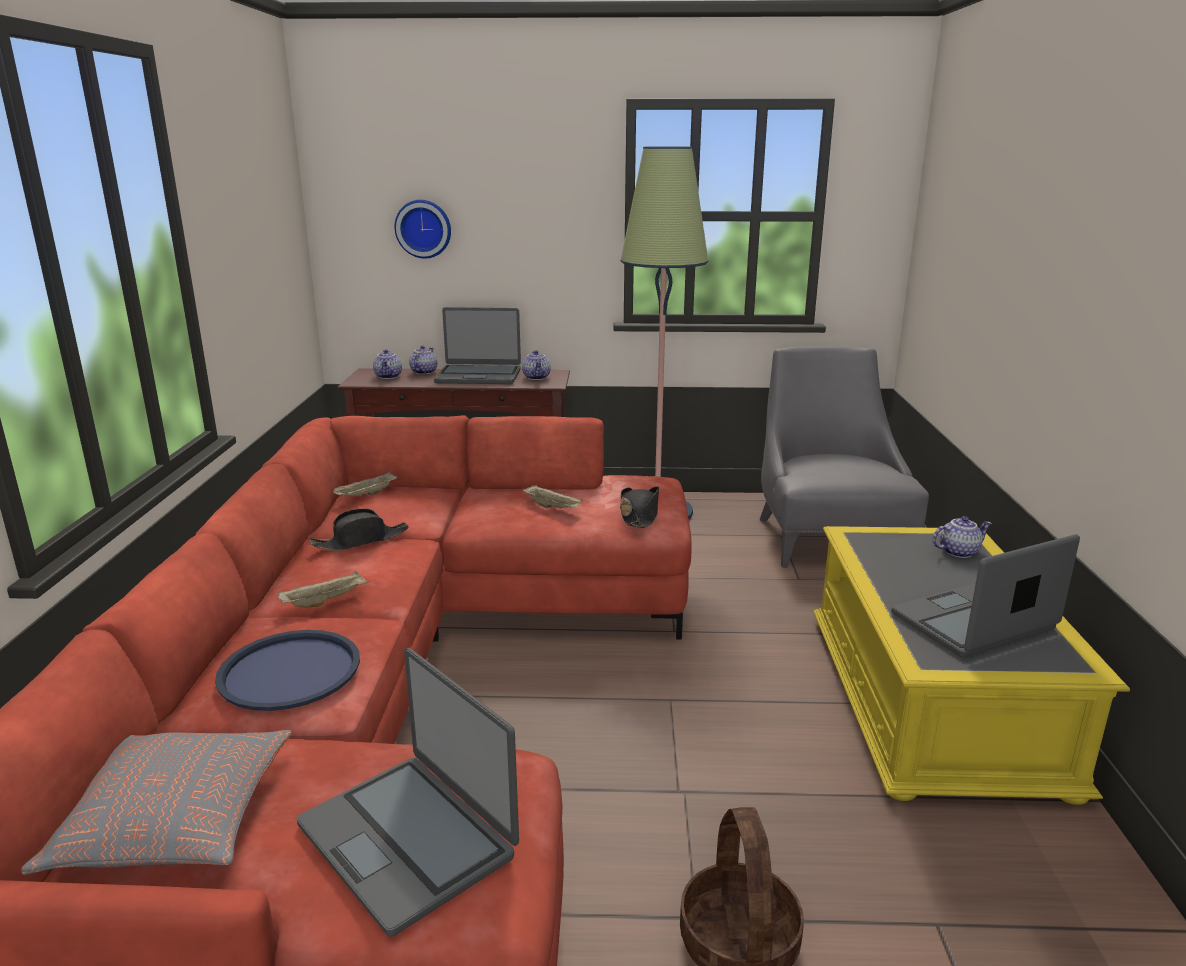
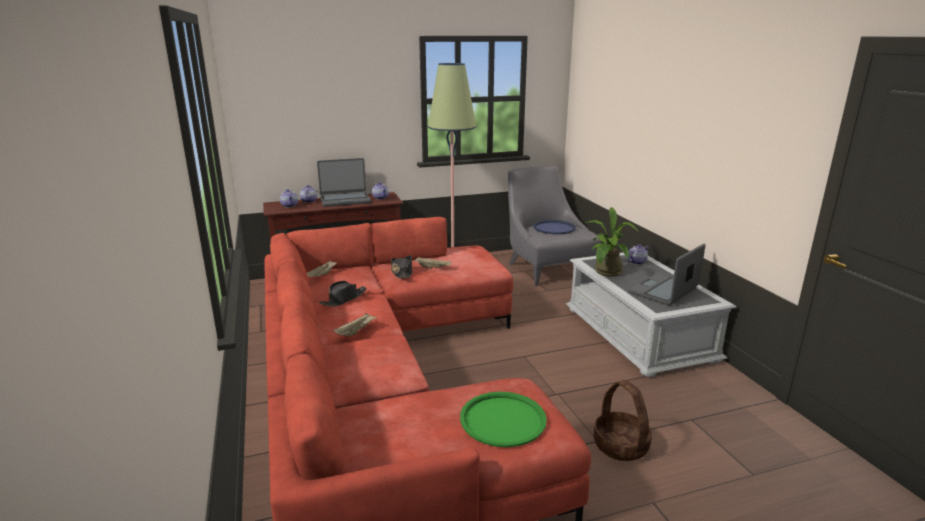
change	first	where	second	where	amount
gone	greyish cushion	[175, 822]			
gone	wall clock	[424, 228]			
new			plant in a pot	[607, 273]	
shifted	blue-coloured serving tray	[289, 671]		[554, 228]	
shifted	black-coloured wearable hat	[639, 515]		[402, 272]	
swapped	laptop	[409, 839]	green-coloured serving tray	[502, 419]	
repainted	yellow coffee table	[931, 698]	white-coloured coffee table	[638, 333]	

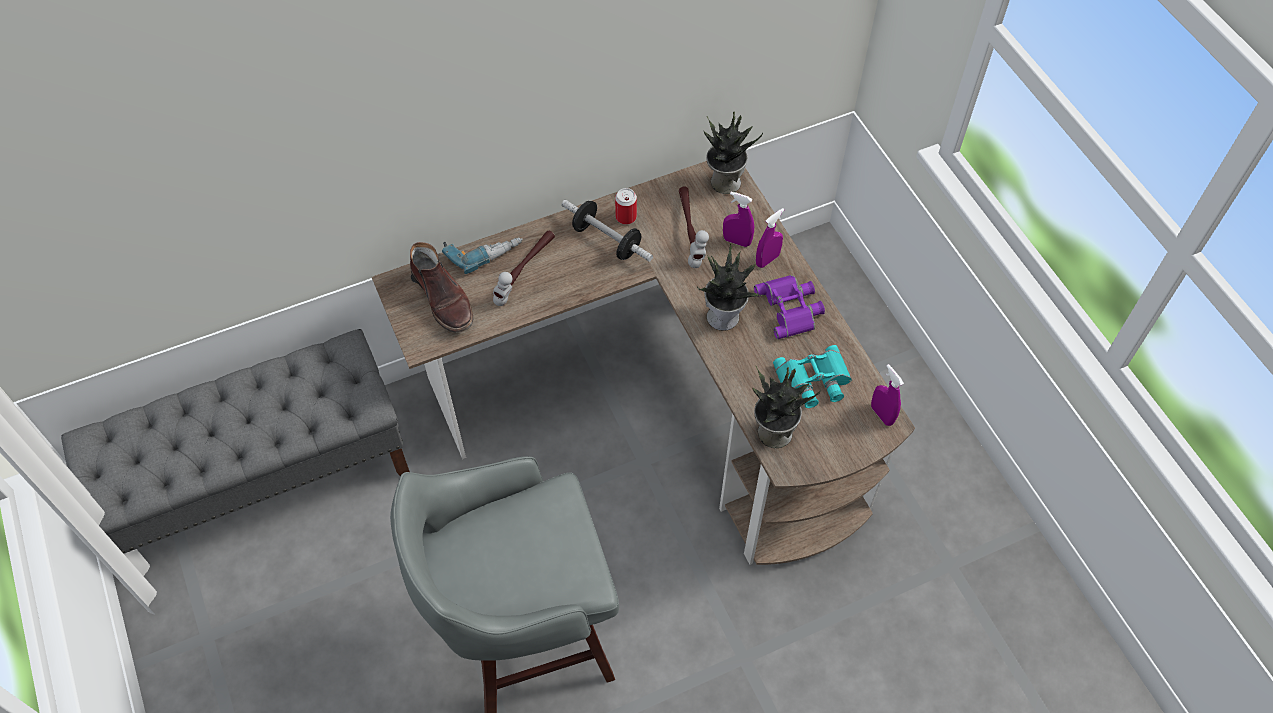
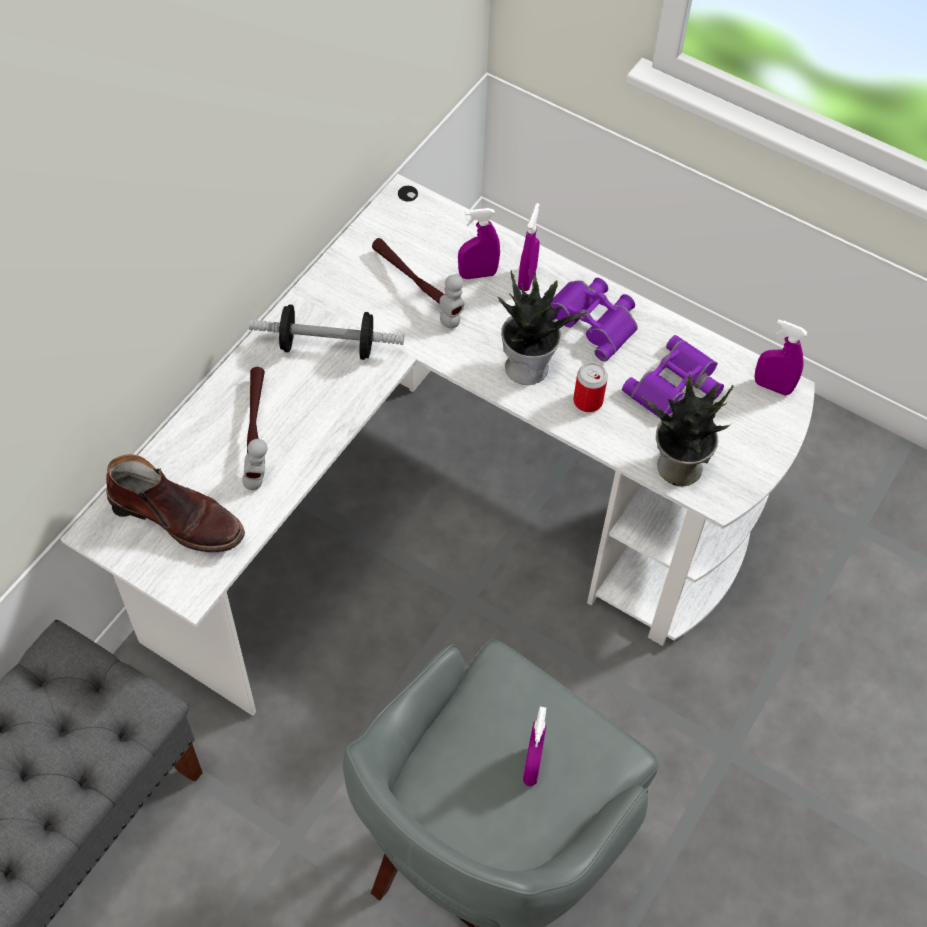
change	first	where	second	where	amount
gone	electric drill	[483, 250]			
gone	plant in a pot	[724, 182]			
new			purple hand sprayer	[532, 765]	
shifted	can	[626, 217]		[588, 401]	
repainted	brownish desk unit	[665, 403]	white-coloured desk unit	[445, 518]	
repainted	turquoise-coloured pair of binoculars	[813, 381]	purple pair of binoculars	[677, 388]	

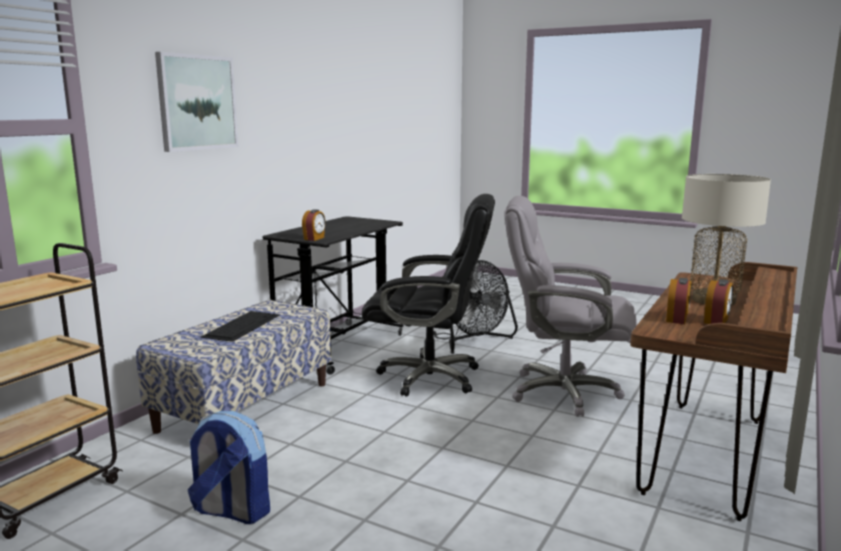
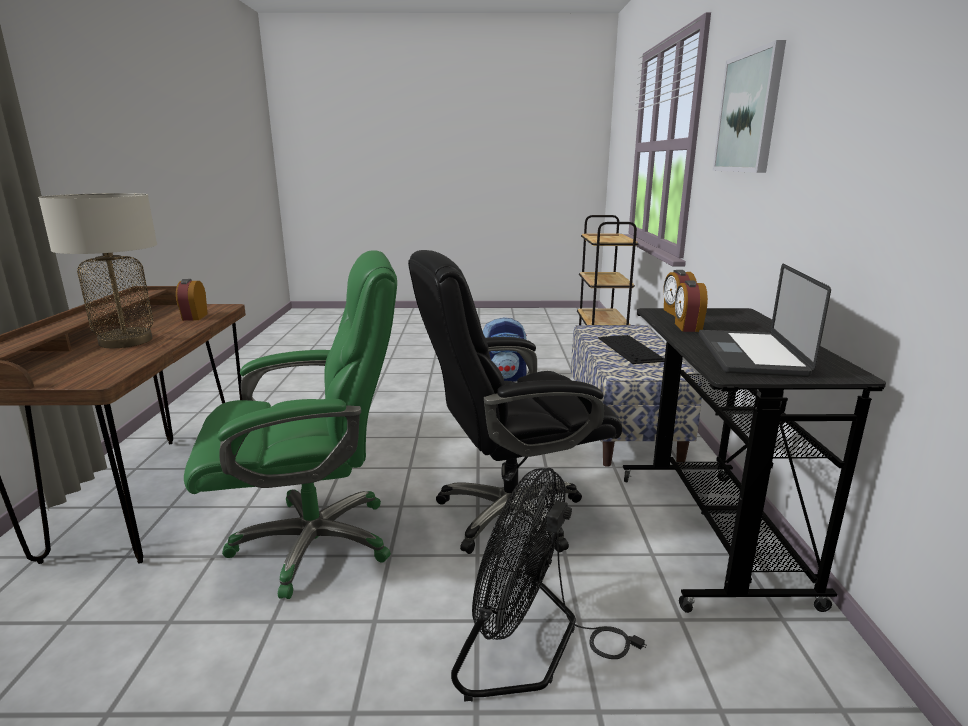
change	first	where	second	where	amount
new			laptop	[750, 355]	
shifted	alarm clock	[716, 321]		[687, 327]	
repainted	greyish computer chair	[566, 392]	green-coloured computer chair	[310, 542]	

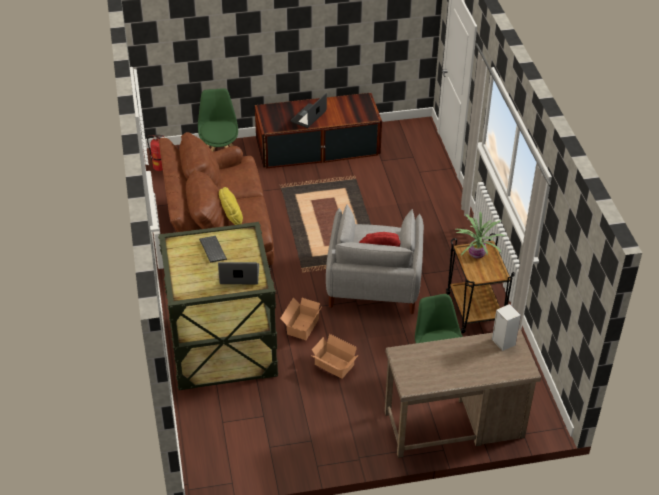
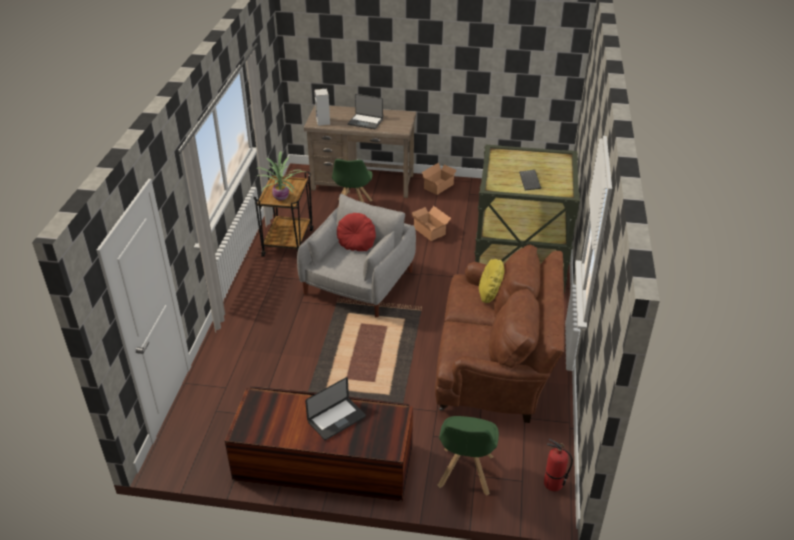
change	first	where	second	where	amount
shifted	laptop	[239, 275]		[365, 122]	
shifted	cardboard box	[301, 326]		[440, 186]	

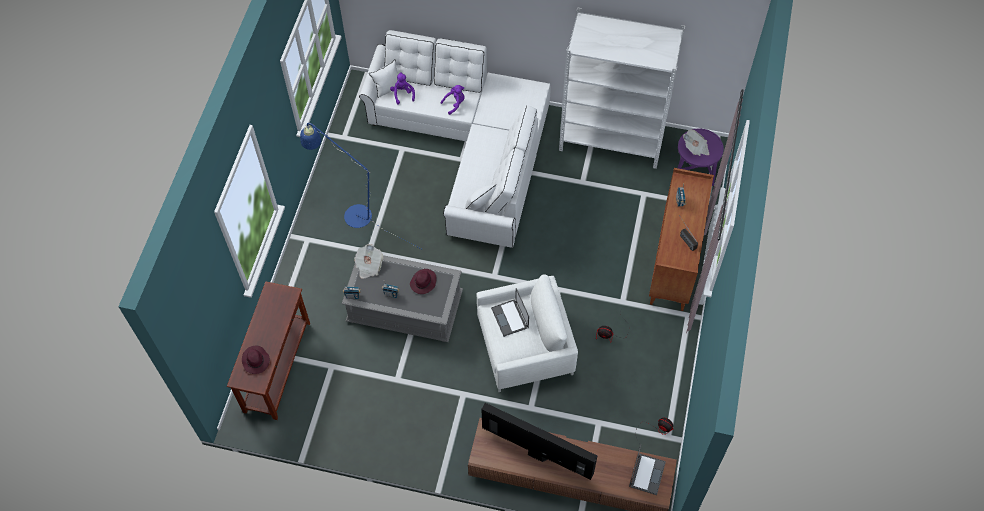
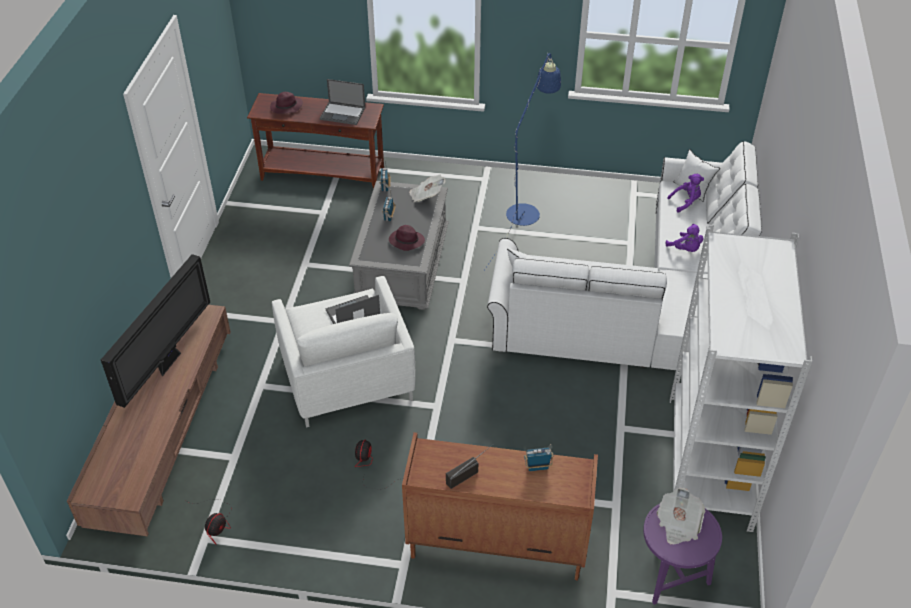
change	first	where	second	where	amount
shifted	laptop	[647, 473]		[343, 113]	

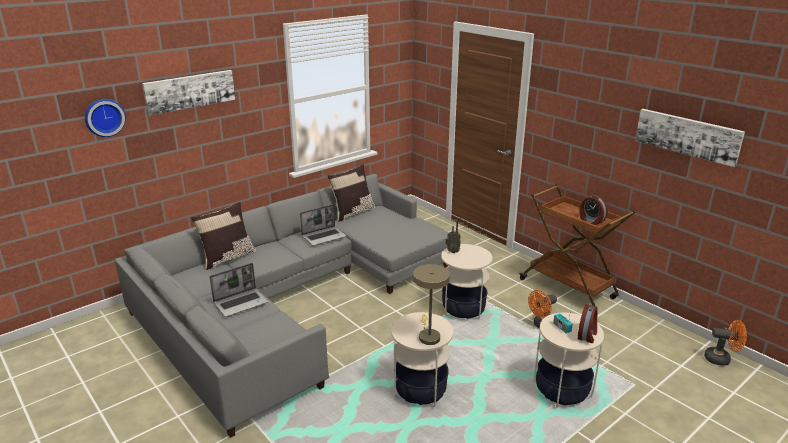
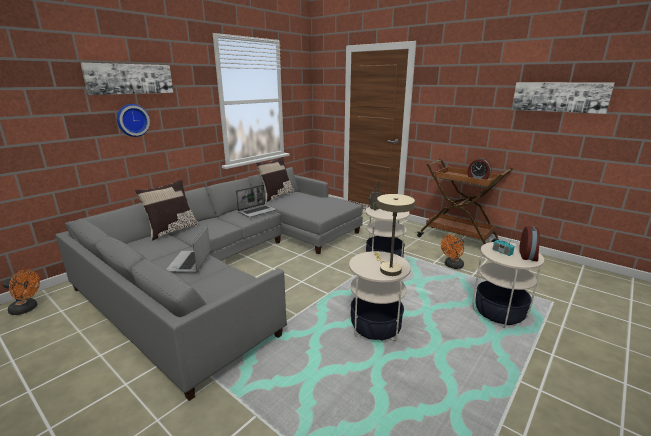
change	first	where	second	where	amount
shifted	wall clock	[104, 117]		[132, 120]	
shifted	orange-coloured cooling fan	[721, 359]		[27, 309]	
rotated	laptop	[241, 303]		[190, 262]	135 degrees clockwise

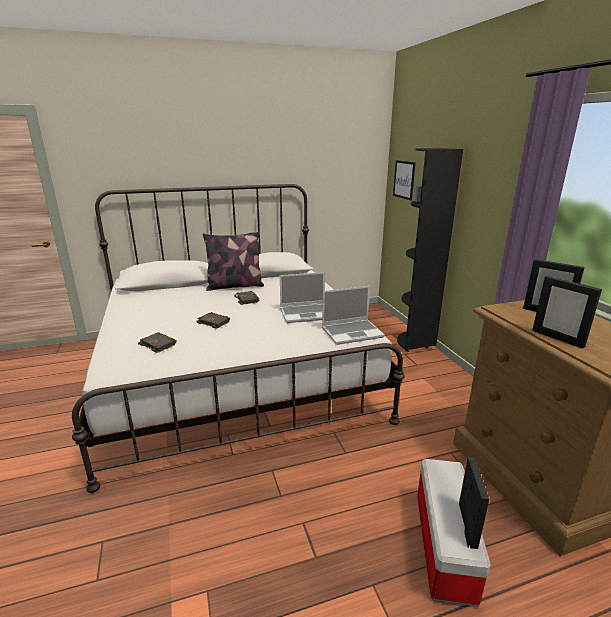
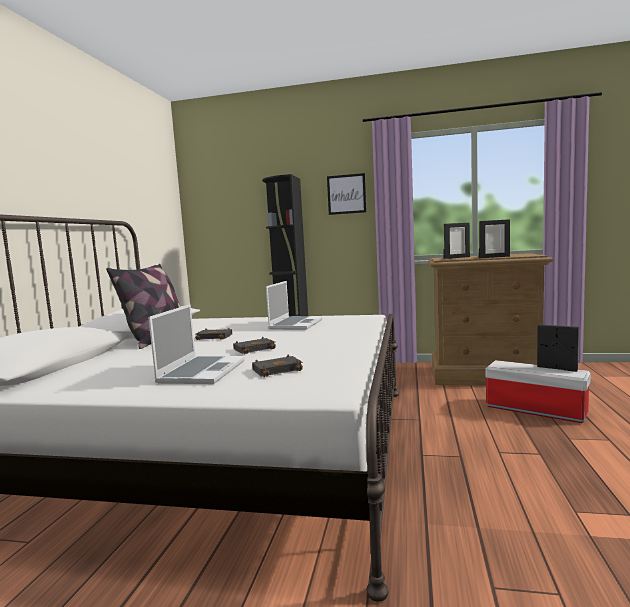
change	first	where	second	where	amount
shifted	laptop	[352, 332]		[202, 371]	
shifted	picture	[404, 179]		[346, 194]	

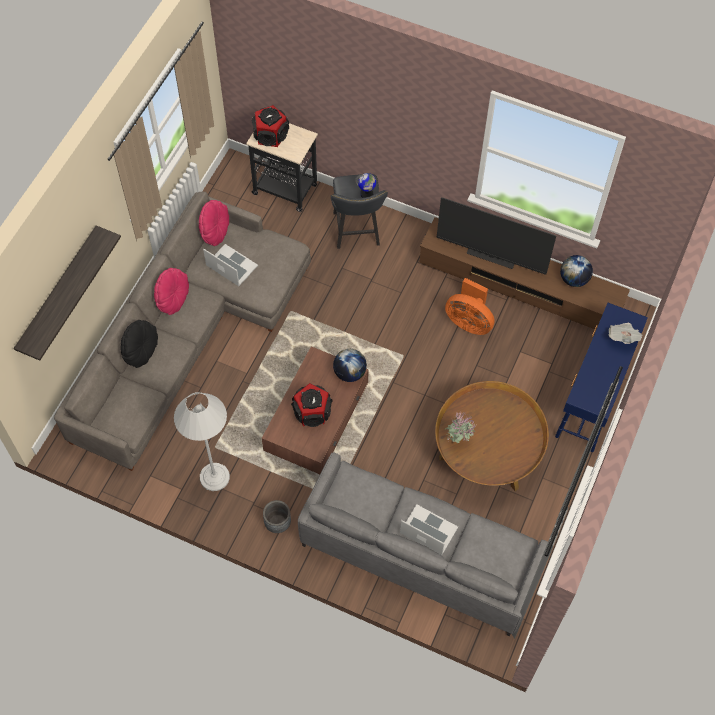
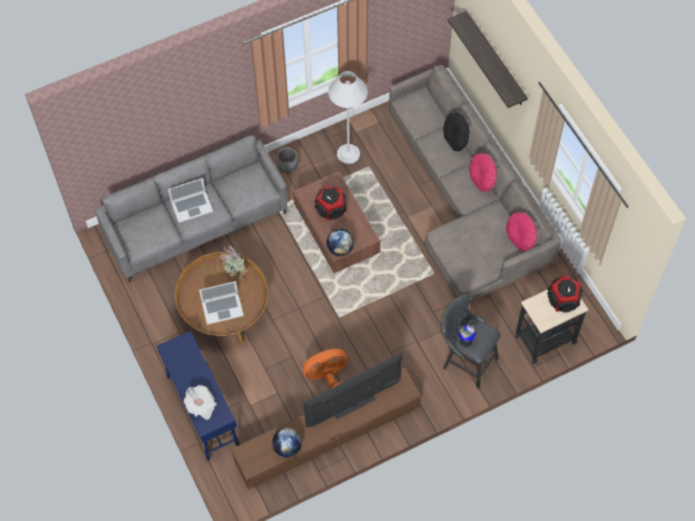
change	first	where	second	where	amount
shifted	laptop	[231, 265]		[222, 308]	

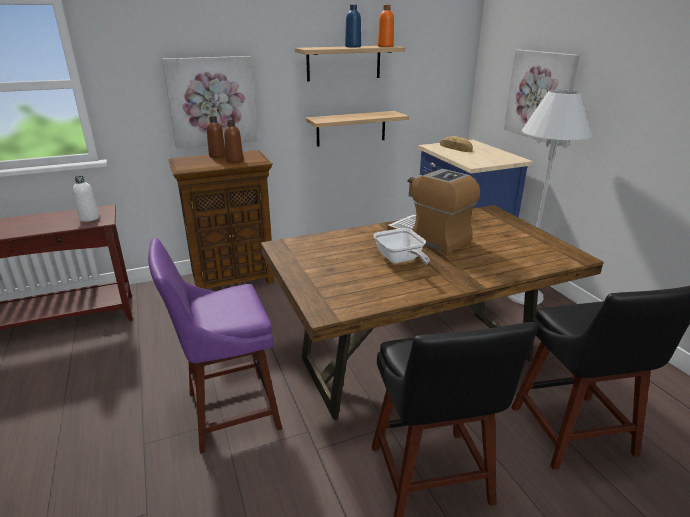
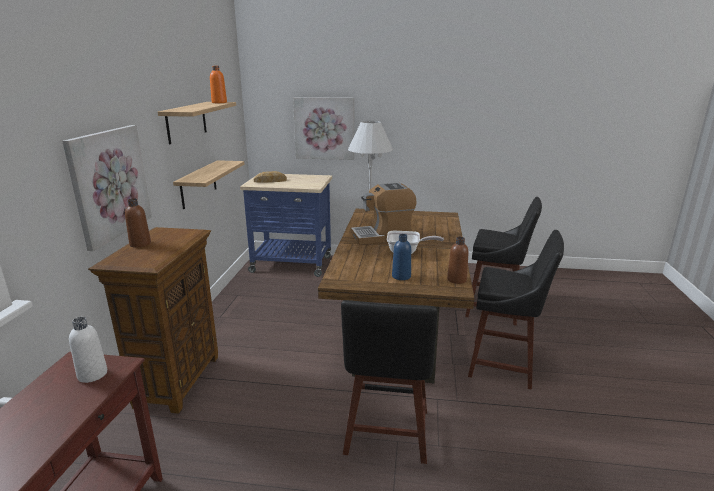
change	first	where	second	where	amount
shifted	brownish beverage bottle	[235, 161]		[456, 280]	
shifted	blue-coloured beverage bottle	[353, 47]		[401, 276]	
repainted	purple plain chair	[227, 411]	black-coloured plain chair	[386, 435]	

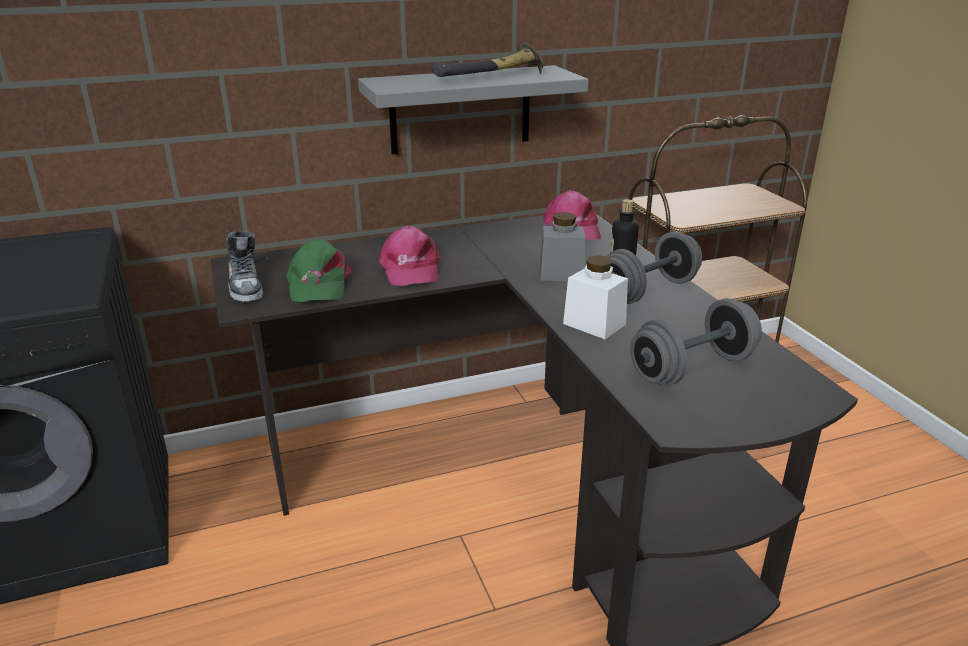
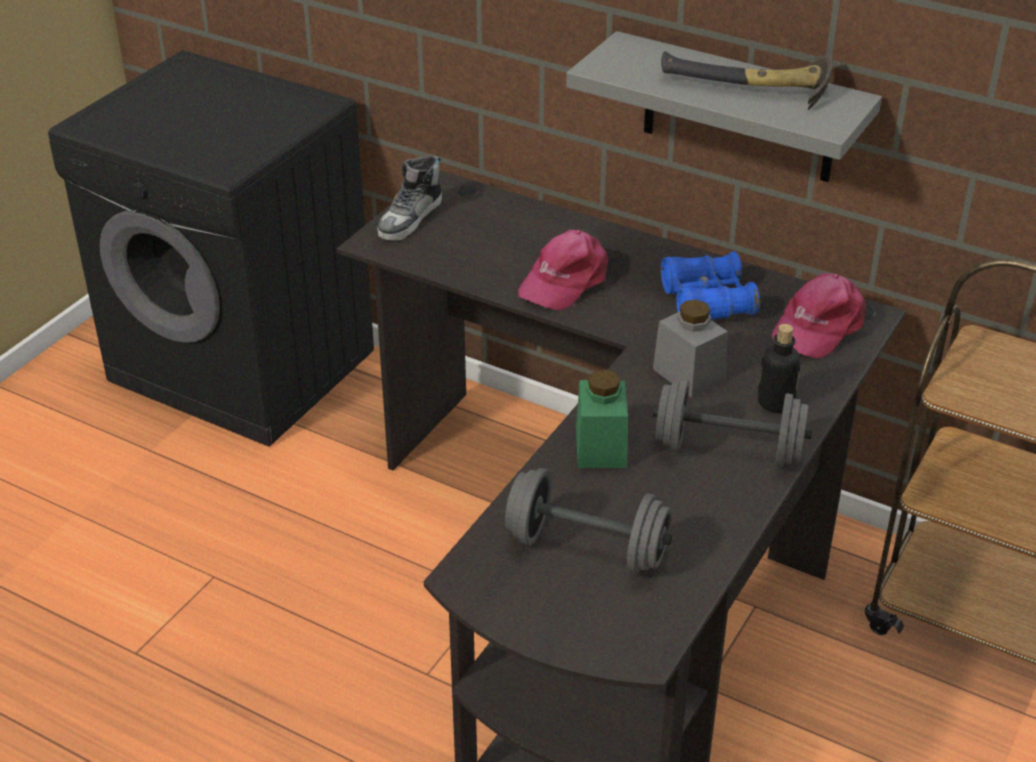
change	first	where	second	where	amount
gone	green-coloured baseball cap	[318, 284]			
new			blue-coloured pair of binoculars	[707, 302]	
repainted	white-coloured jar	[594, 324]	green-coloured jar	[601, 447]	

